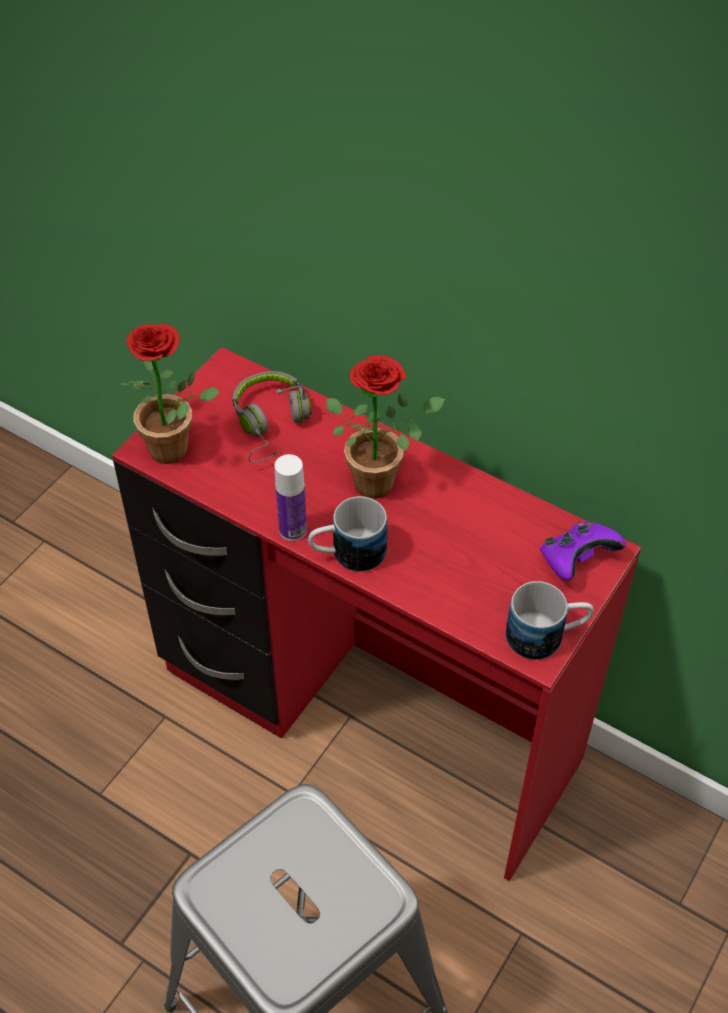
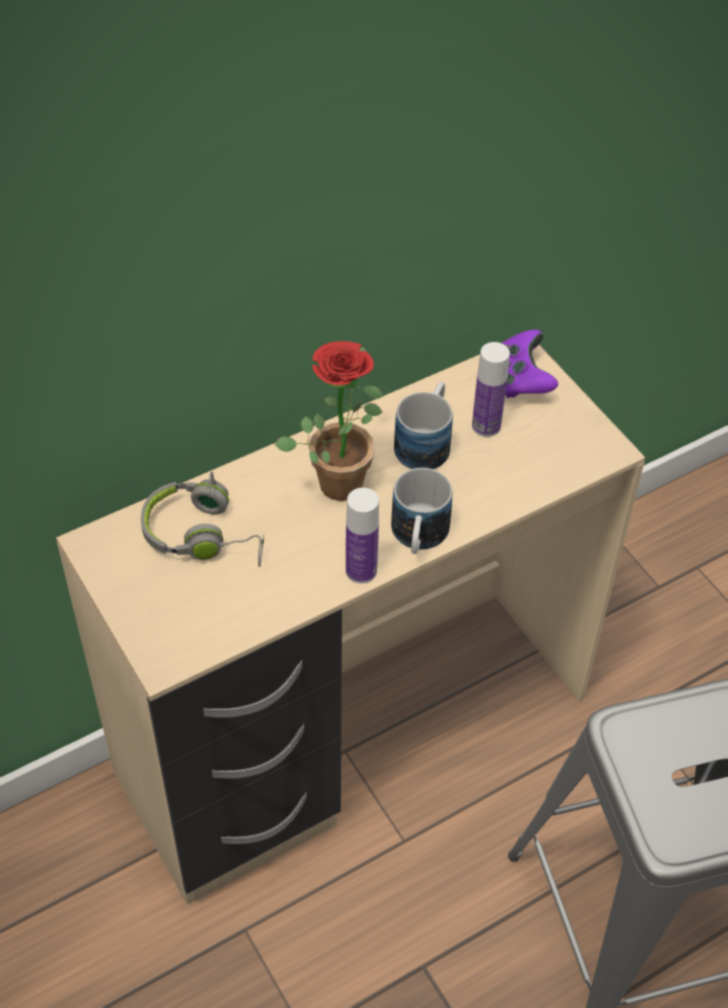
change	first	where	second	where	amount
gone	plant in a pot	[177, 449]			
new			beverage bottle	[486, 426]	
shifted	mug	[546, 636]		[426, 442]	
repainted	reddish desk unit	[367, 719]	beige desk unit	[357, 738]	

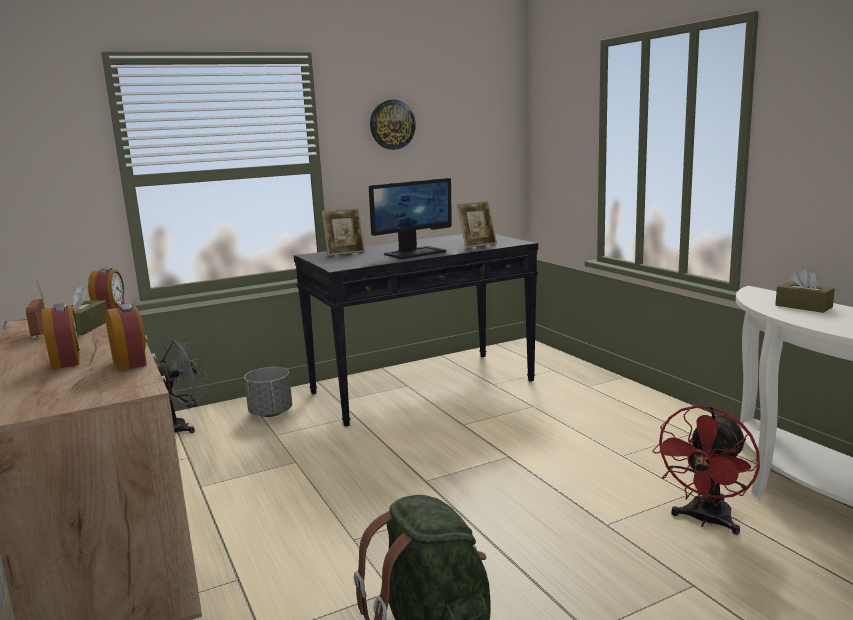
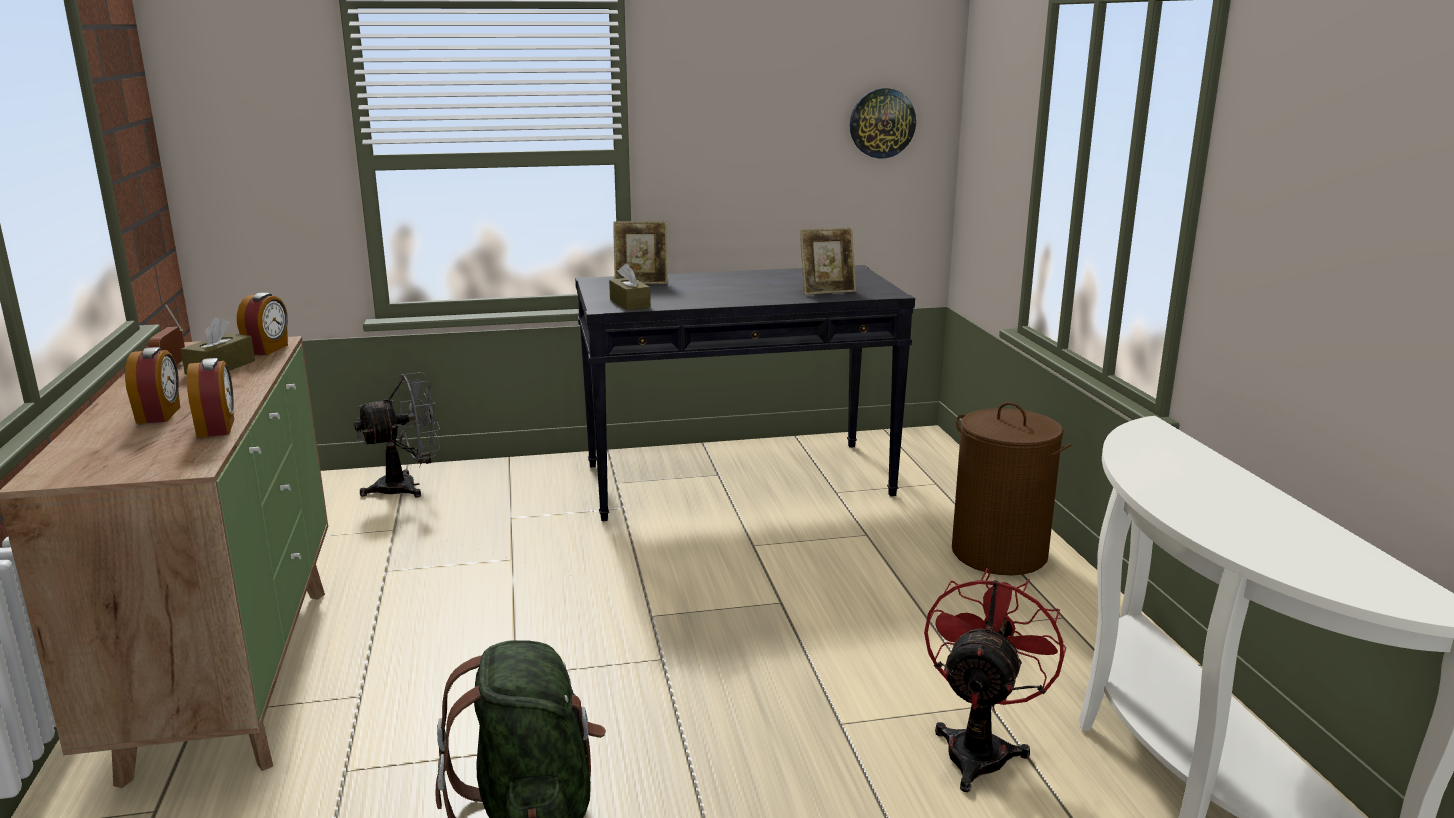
change	first	where	second	where	amount
gone	greyish plant pot	[271, 413]			
gone	computer screen	[415, 253]			
new			brownish laundry basket	[1000, 553]	
shifted	wall clock	[392, 124]		[882, 123]	
shifted	brownish box of tissues	[803, 306]		[630, 303]	
rotated	reddish cooling fan	[706, 521]		[980, 748]	150 degrees clockwise

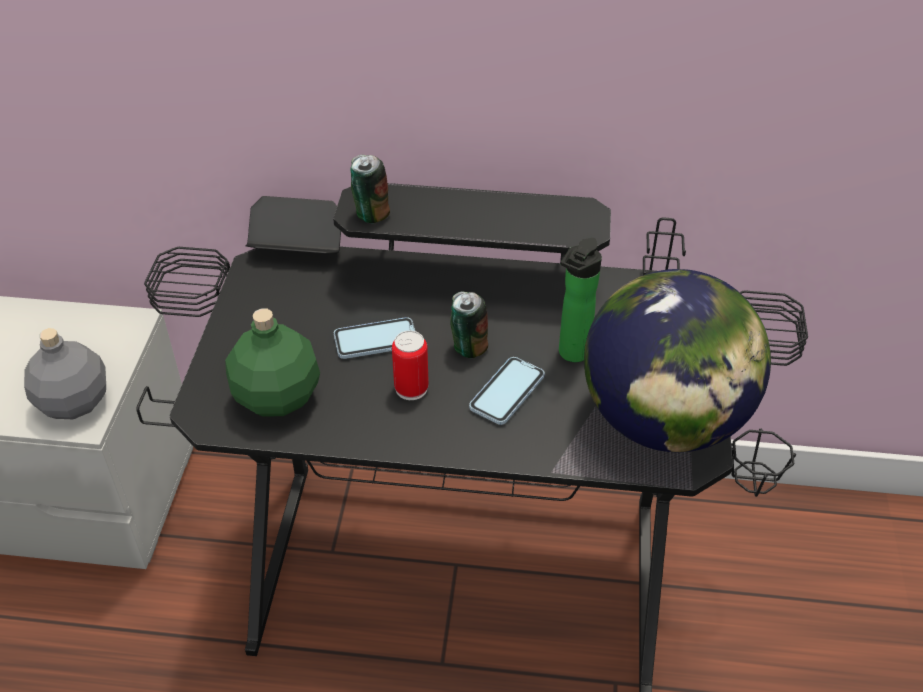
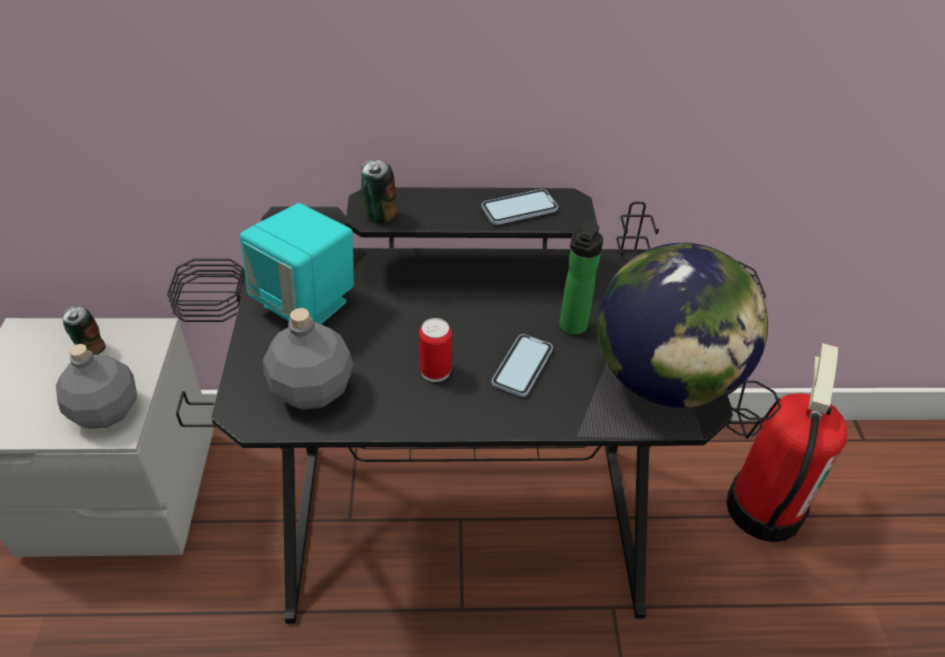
change	first	where	second	where	amount
new			turquoise-coloured audio speaker	[307, 304]	
new			fire extinguisher	[762, 507]	
shifted	phone	[376, 340]		[519, 209]	
shifted	can	[468, 347]		[90, 349]	
repainted	green-coloured beverage bottle	[276, 398]	greyish beverage bottle	[311, 391]	

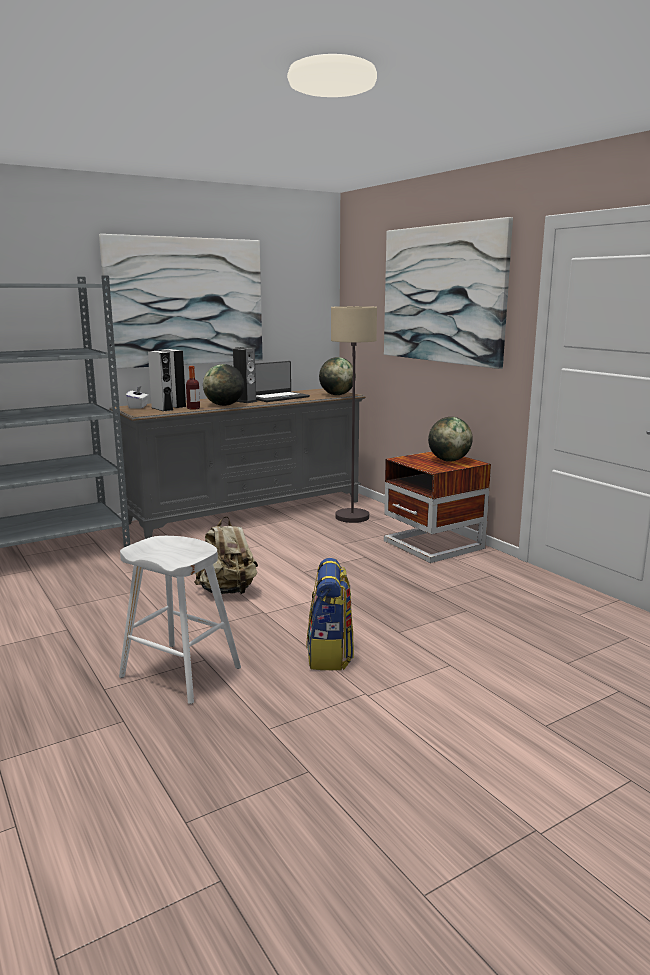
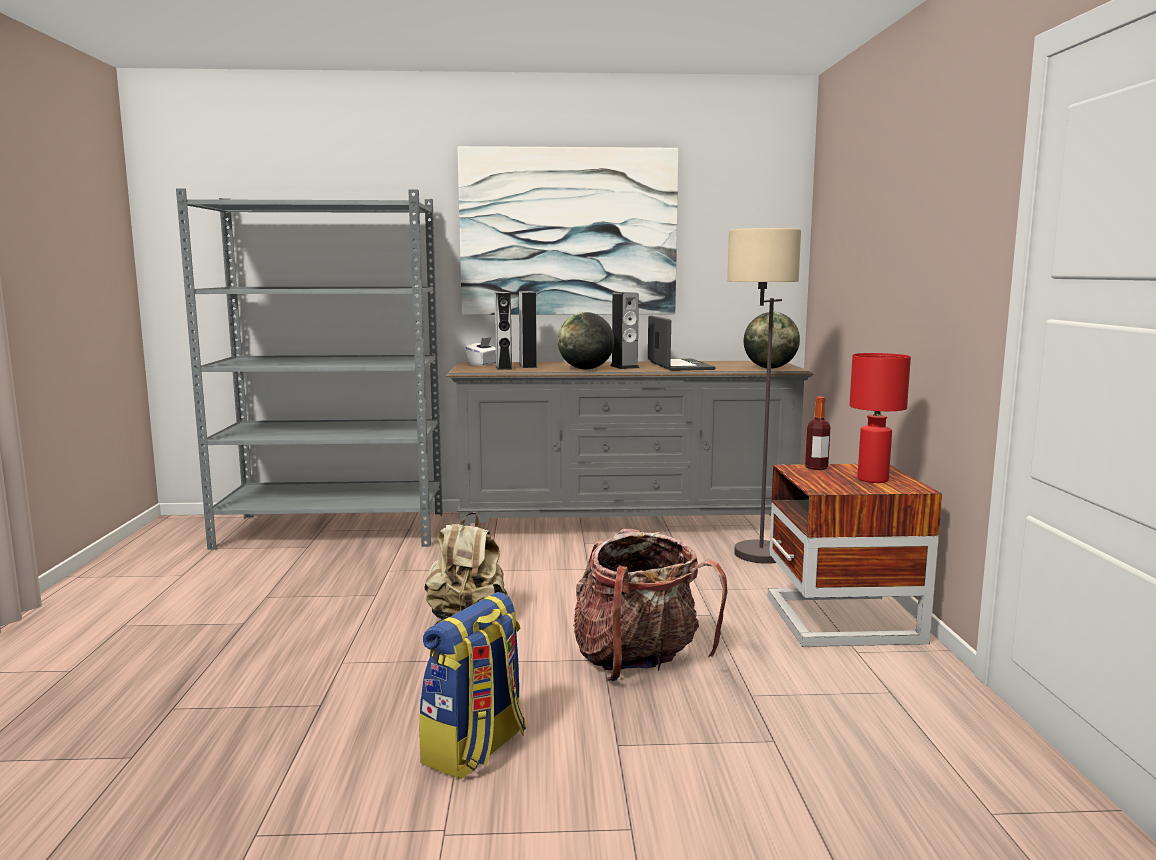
change	first	where	second	where	amount
gone	white-coloured sitting stool	[180, 672]			
gone	picture	[442, 294]			
new			rucksack	[639, 663]	
shifted	beverage bottle	[193, 408]		[816, 467]	
swapped	globe	[449, 460]	reddish table lamp	[872, 479]	
rotated	laptop	[278, 397]		[678, 366]	90 degrees counterclockwise

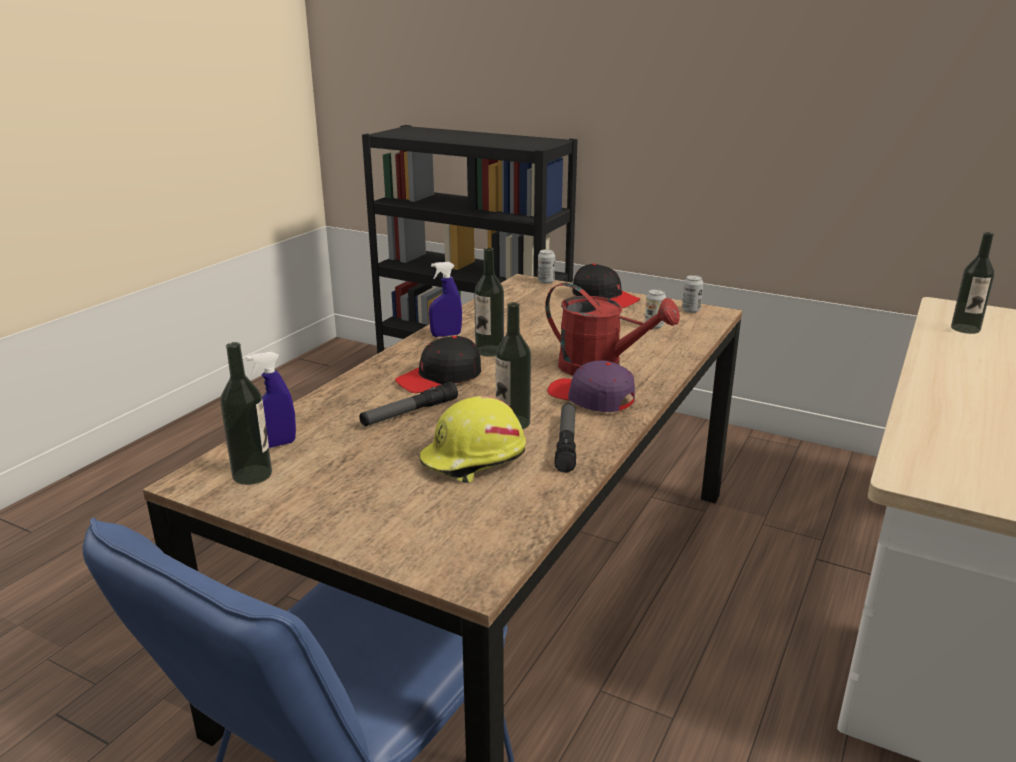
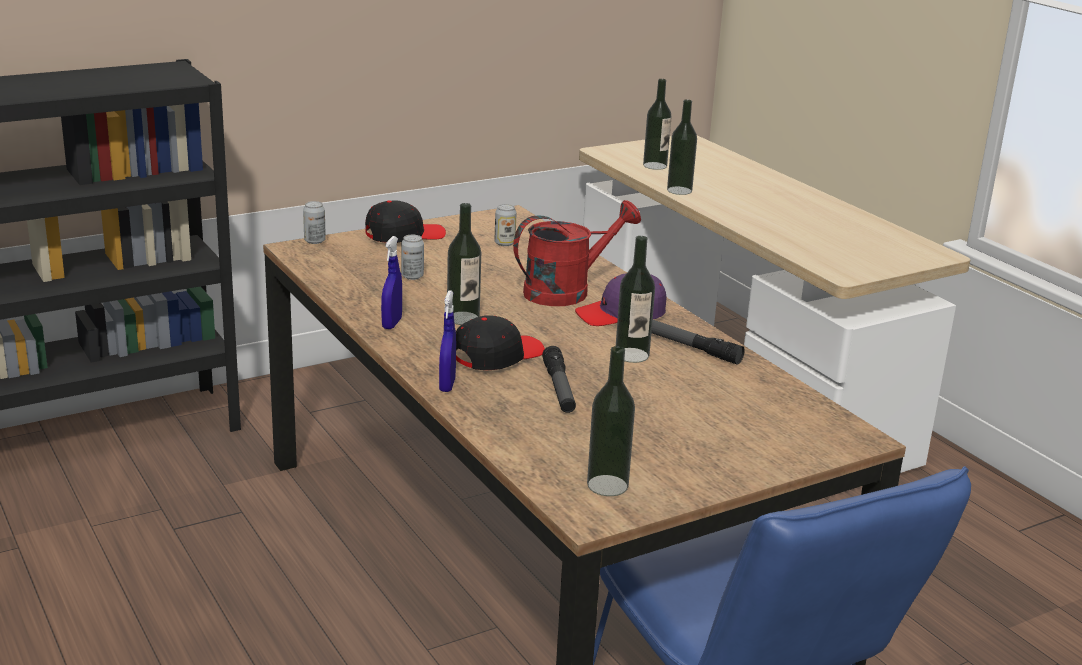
change	first	where	second	where	amount
gone	yellow work helmet	[474, 459]			
new			beverage bottle	[679, 190]	
shifted	blue-coloured hand sprayer	[275, 444]		[447, 385]	
shifted	can	[691, 310]		[412, 276]	
rotated	black-coloured baseball cap	[440, 378]		[497, 355]	135 degrees counterclockwise

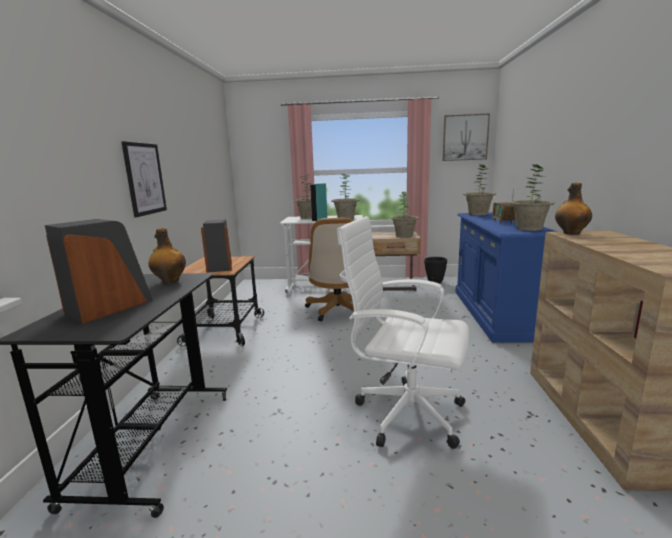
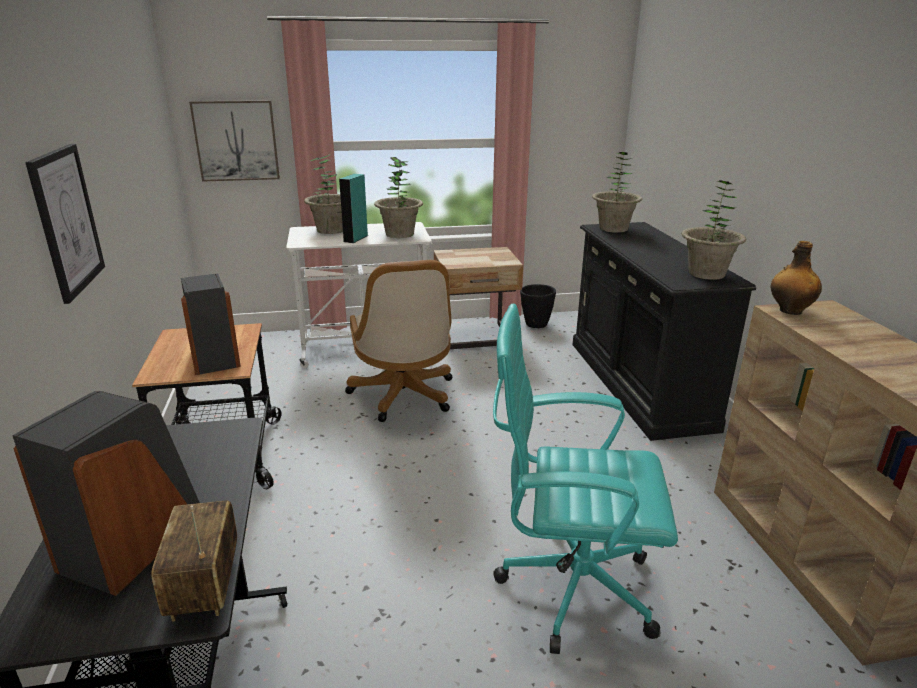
change	first	where	second	where	amount
gone	beverage bottle	[170, 281]			
gone	plant in a pot	[404, 236]			
shifted	picture	[465, 137]		[236, 140]	
shifted	radio set	[503, 221]		[205, 586]	
repainted	white-coloured computer chair	[404, 413]	turquoise-coloured computer chair	[569, 587]	
repainted	blue-coloured storage cabinet	[494, 313]	black-coloured storage cabinet	[638, 383]	

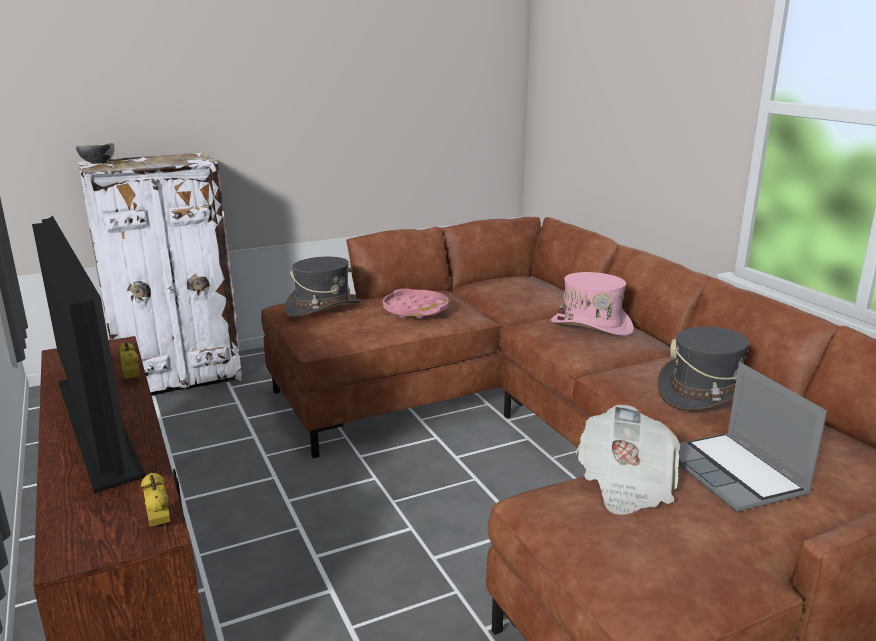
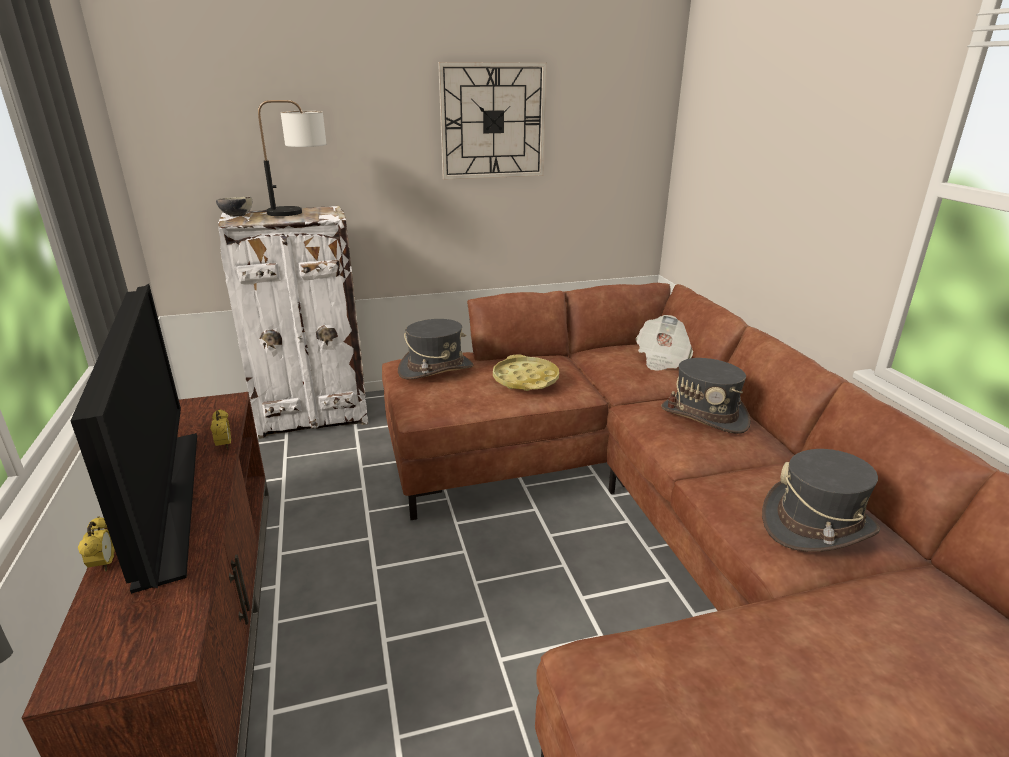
change	first	where	second	where	amount
gone	laptop	[736, 474]			
new			table lamp	[302, 212]	
new			wall clock	[493, 121]	
shifted	alarm clock	[160, 525]		[104, 565]	
shifted	daily paper	[625, 484]		[663, 359]	
repainted	pinkish serving tray	[416, 309]	yellow serving tray	[525, 379]	
repainted	pinkish wearable hat	[591, 326]	greyish wearable hat	[704, 416]	

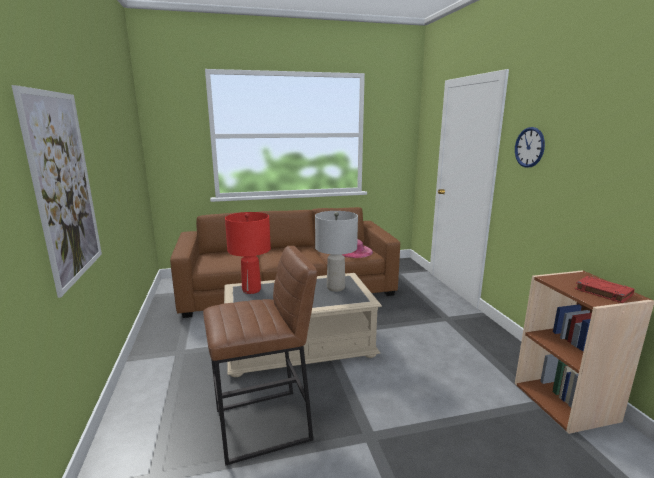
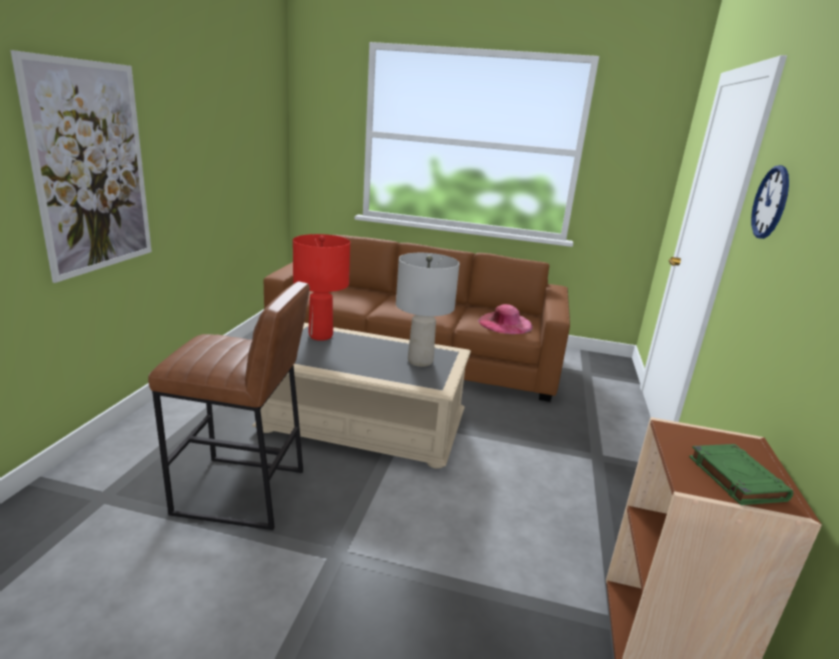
change	first	where	second	where	amount
repainted	reddish volume	[602, 292]	green-coloured volume	[735, 478]	

